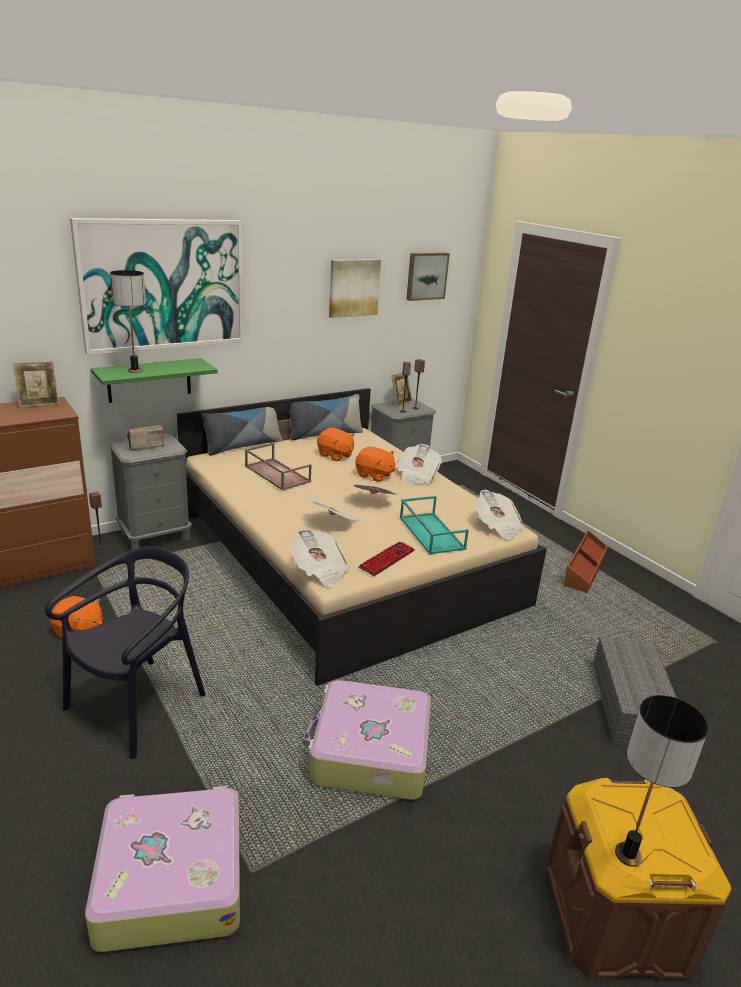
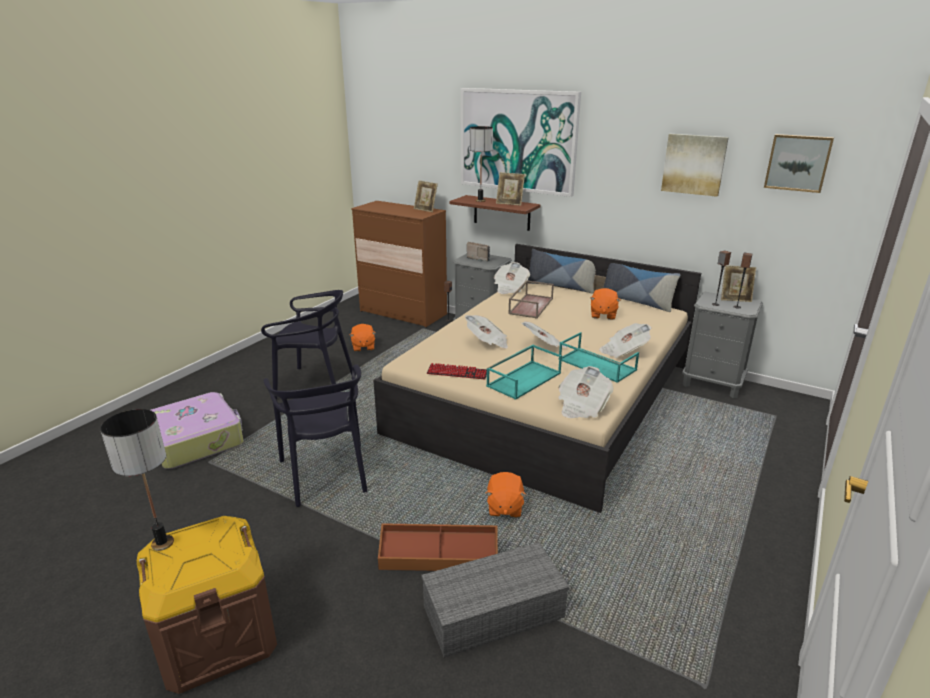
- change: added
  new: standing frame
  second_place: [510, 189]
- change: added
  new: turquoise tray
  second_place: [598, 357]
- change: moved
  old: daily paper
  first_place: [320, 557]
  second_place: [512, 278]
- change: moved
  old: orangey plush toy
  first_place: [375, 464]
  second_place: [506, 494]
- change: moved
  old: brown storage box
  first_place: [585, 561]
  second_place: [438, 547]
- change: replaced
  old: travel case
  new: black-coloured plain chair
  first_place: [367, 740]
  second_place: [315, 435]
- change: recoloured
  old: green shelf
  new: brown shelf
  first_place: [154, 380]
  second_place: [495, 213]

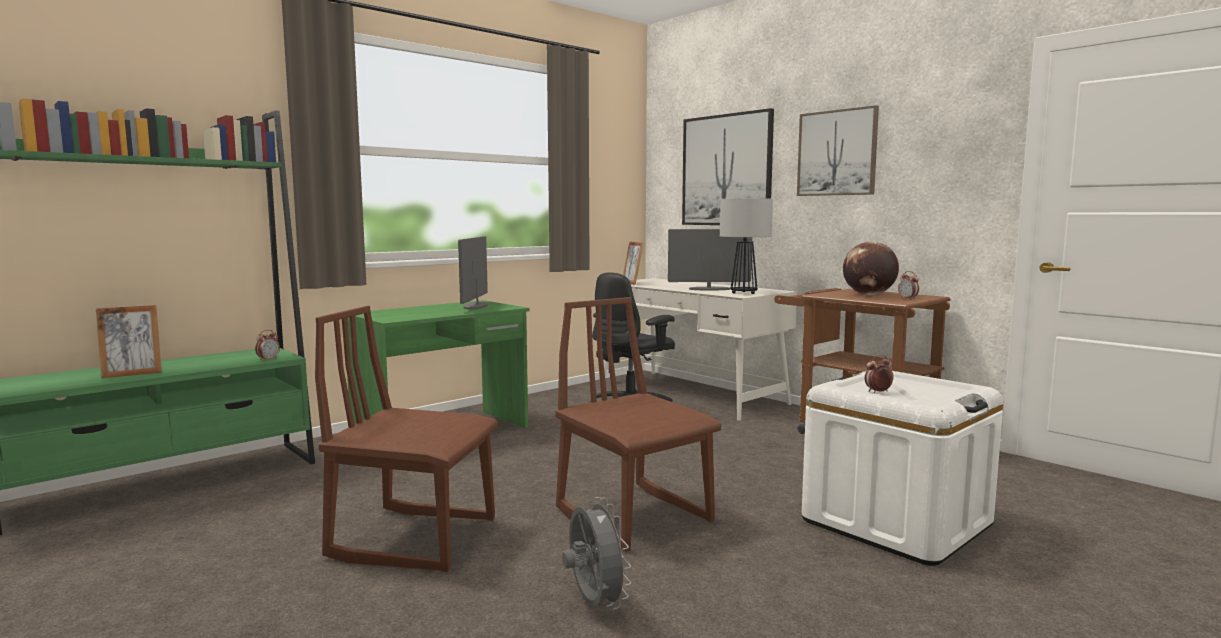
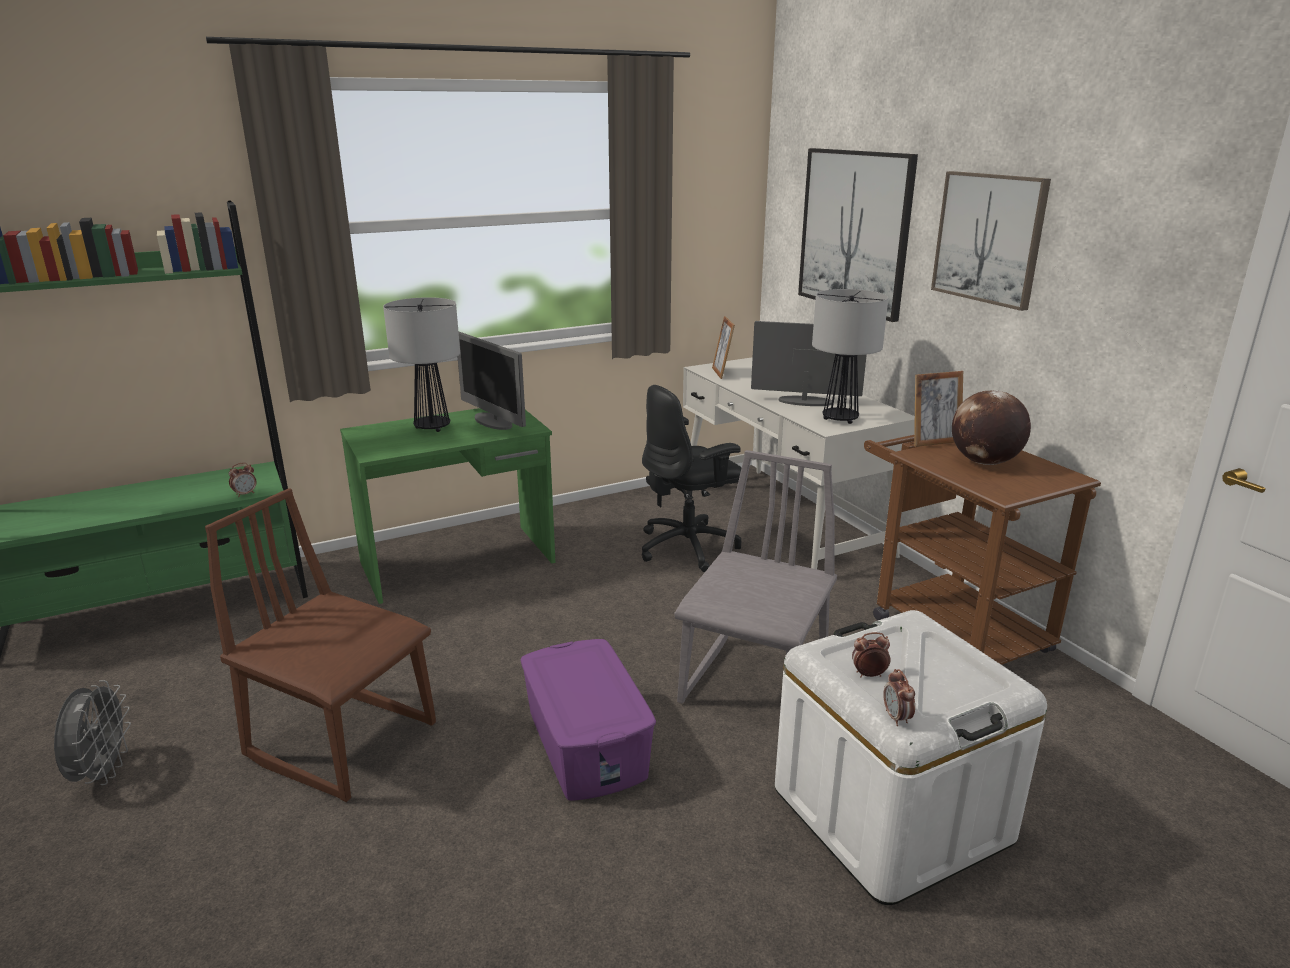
- change: added
  new: table lamp
  second_place: [421, 364]
- change: added
  new: grey plain chair
  second_place: [755, 577]
- change: moved
  old: standing frame
  first_place: [129, 341]
  second_place: [938, 409]
- change: moved
  old: grey fan
  first_place: [596, 553]
  second_place: [92, 732]
- change: moved
  old: bedside clock
  first_place: [908, 285]
  second_place: [899, 697]
- change: replaced
  old: brown plain chair
  new: purple-coloured storage box
  first_place: [638, 424]
  second_place: [588, 720]
- change: turned
  old: computer display
  first_place: [473, 273]
  second_place: [492, 381]
  degrees: -60

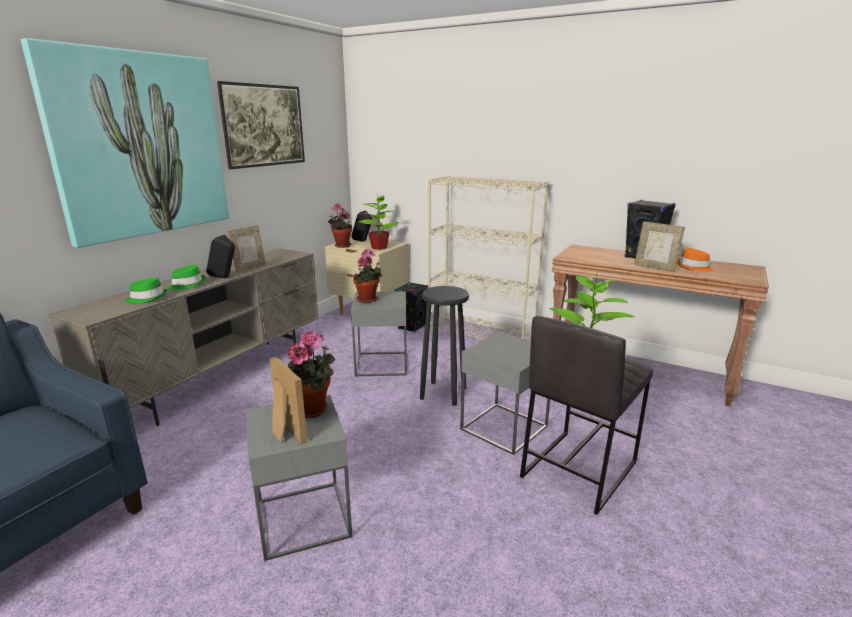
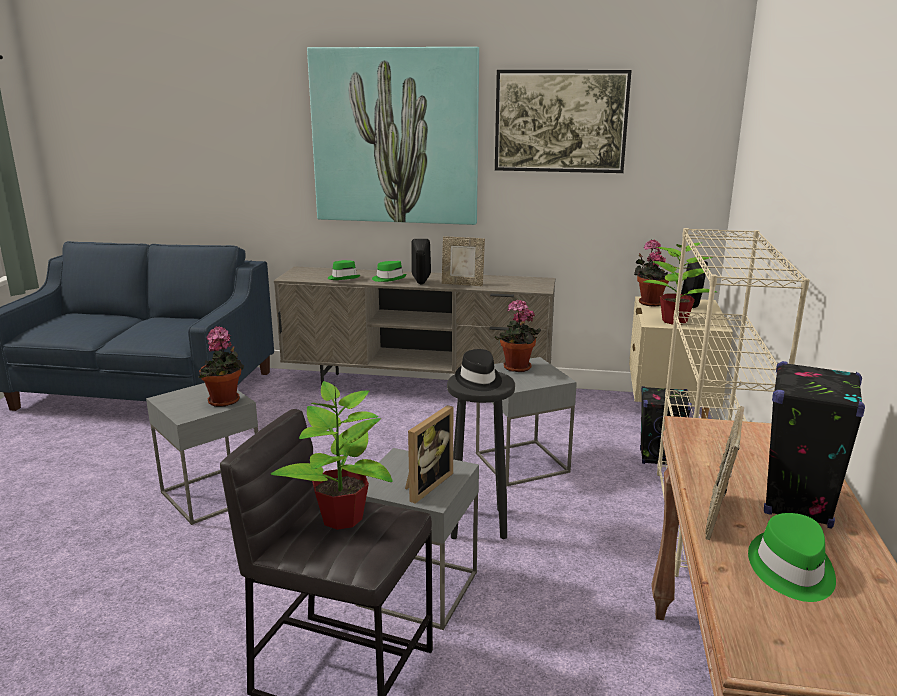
- change: added
  new: black-coloured wearable hat
  second_place: [478, 370]
- change: moved
  old: standing frame
  first_place: [288, 400]
  second_place: [429, 454]
- change: recoloured
  old: orangey wearable hat
  new: green wearable hat
  first_place: [695, 260]
  second_place: [792, 557]

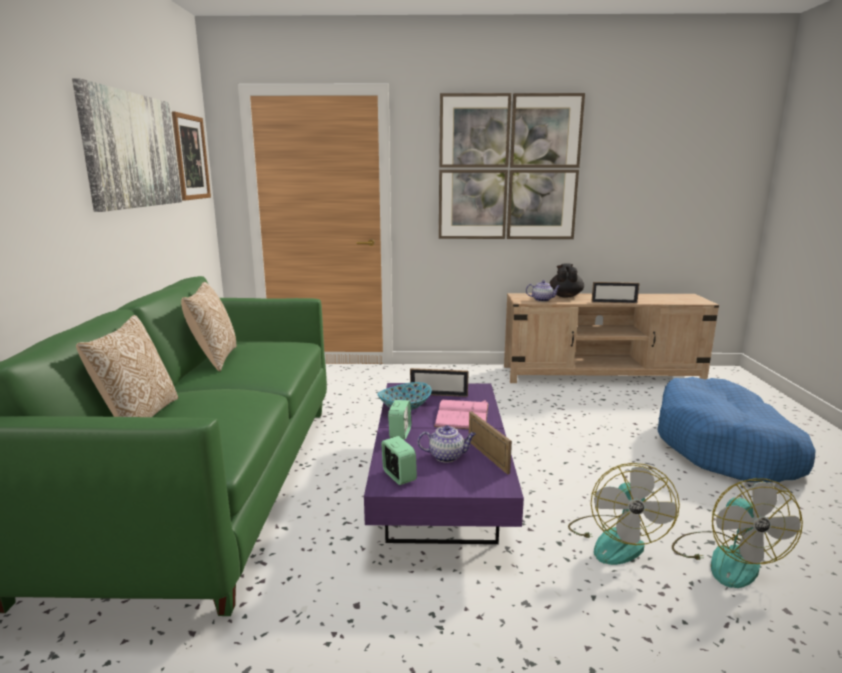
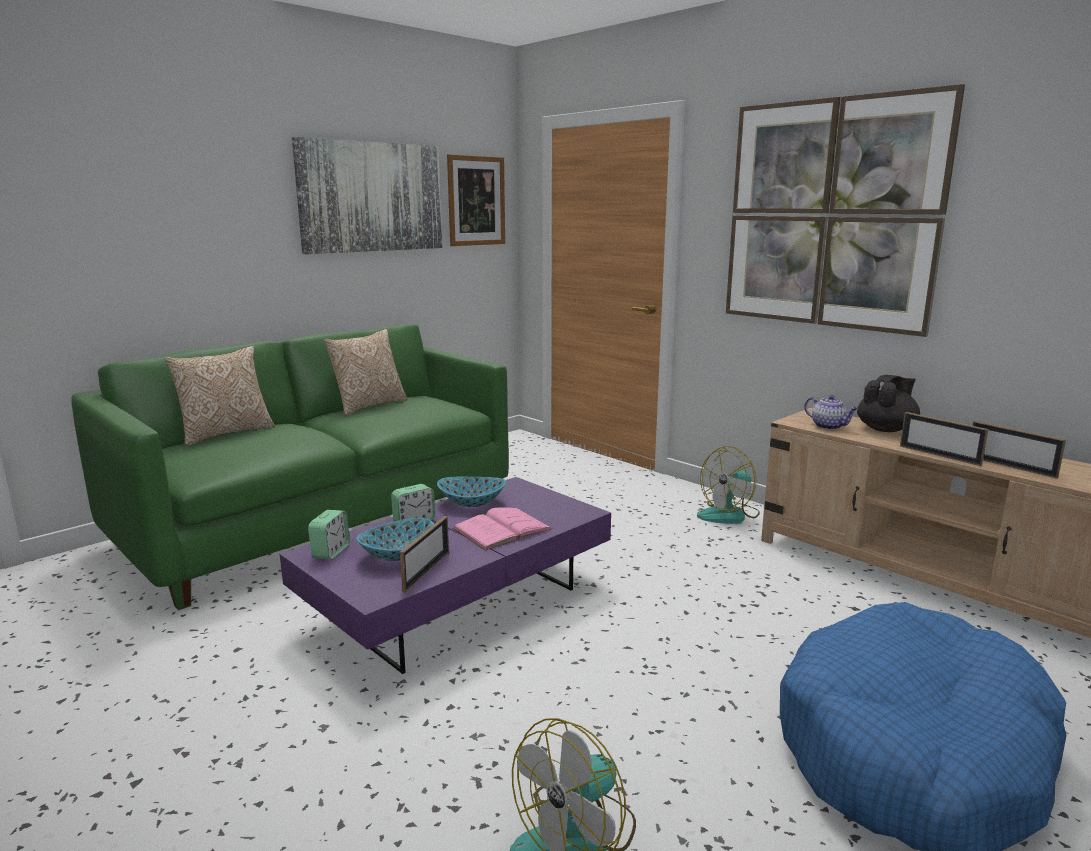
- change: moved
  old: standing frame
  first_place: [439, 382]
  second_place: [1019, 450]
- change: moved
  old: fan
  first_place: [624, 514]
  second_place: [728, 485]
- change: replaced
  old: tea pot
  new: bowl
  first_place: [447, 444]
  second_place: [395, 539]

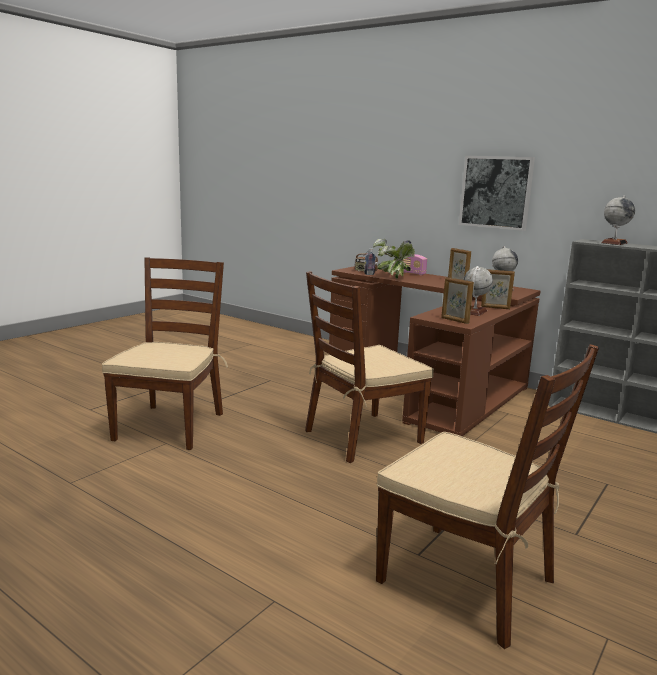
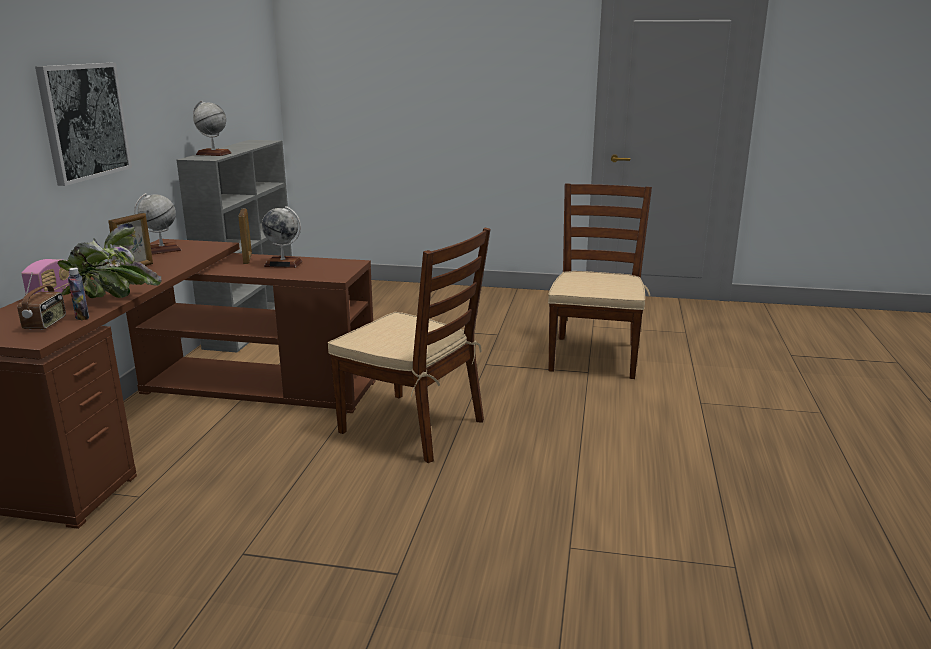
- change: removed
  old: brown plain chair
  first_place: [165, 353]
- change: removed
  old: standing frame
  first_place: [457, 300]

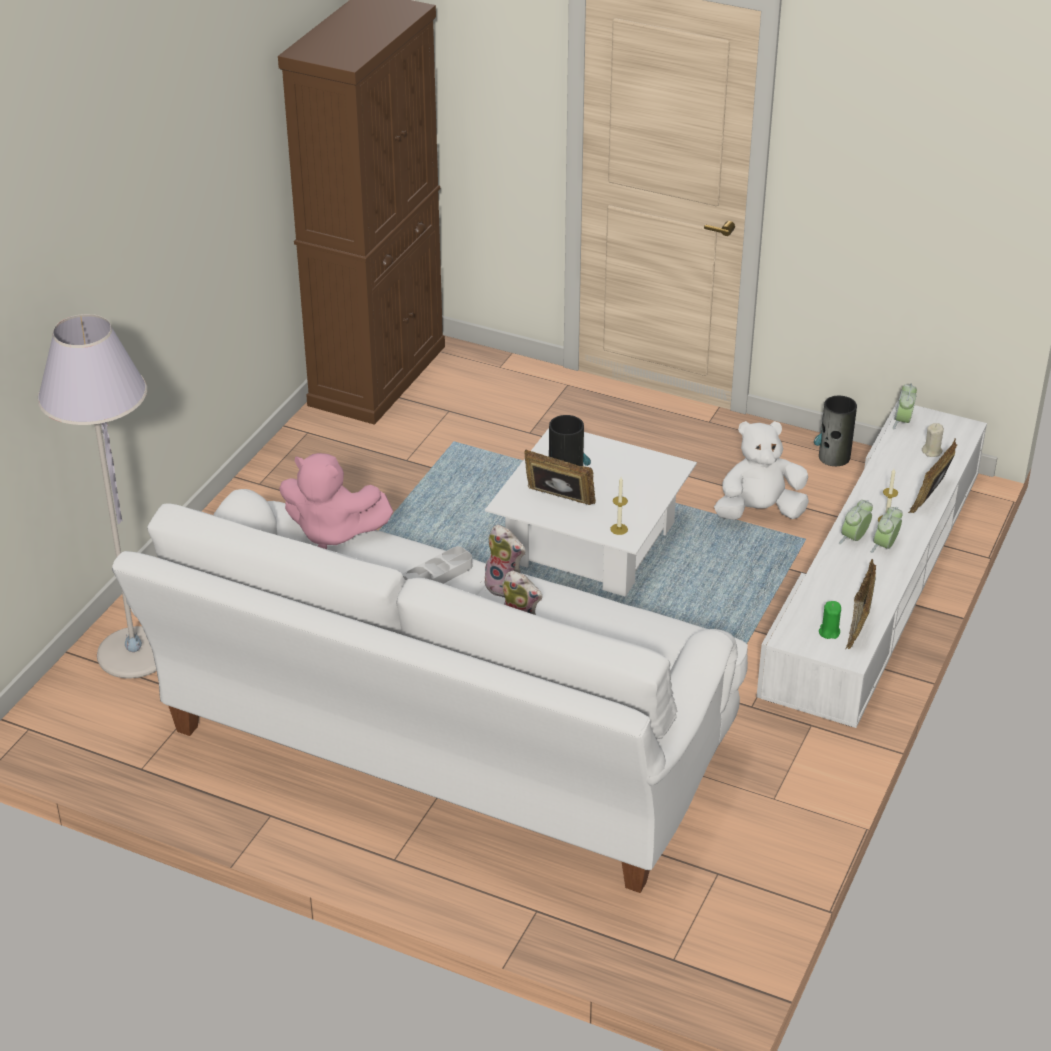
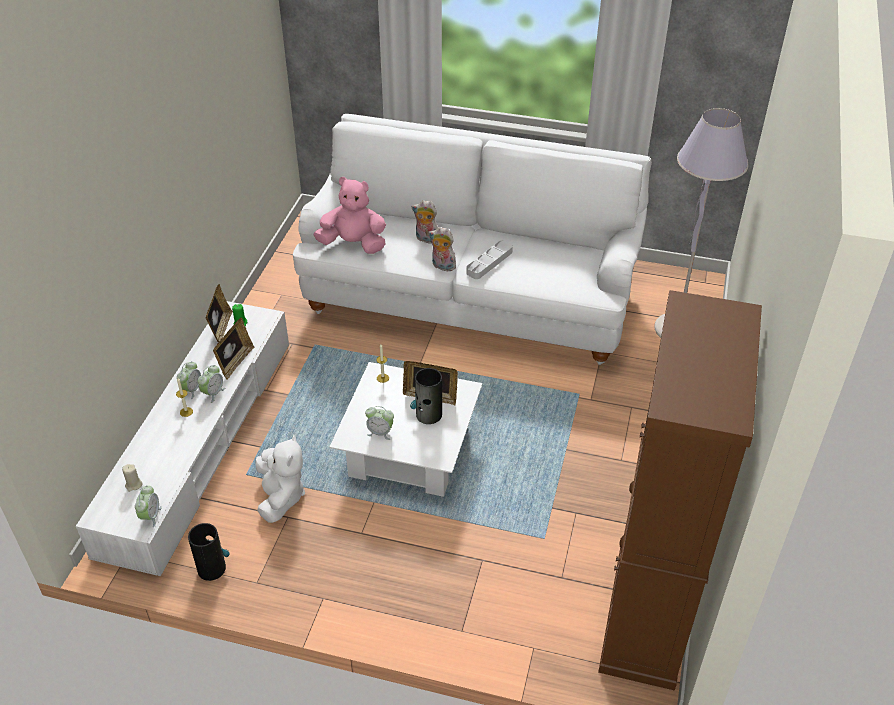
- change: added
  new: bedside clock
  second_place: [379, 423]
- change: moved
  old: pinkish plush toy
  first_place: [336, 501]
  second_place: [349, 215]
- change: moved
  old: standing frame
  first_place: [932, 475]
  second_place: [233, 348]
- change: turned
  old: whitish plush toy
  first_place: [761, 470]
  second_place: [280, 479]
  degrees: -75

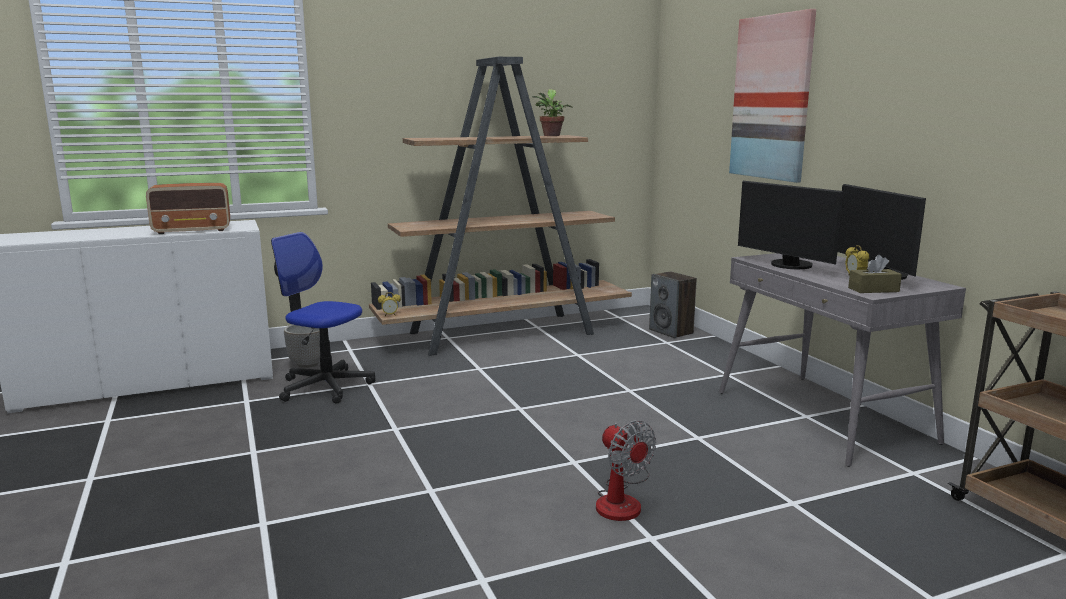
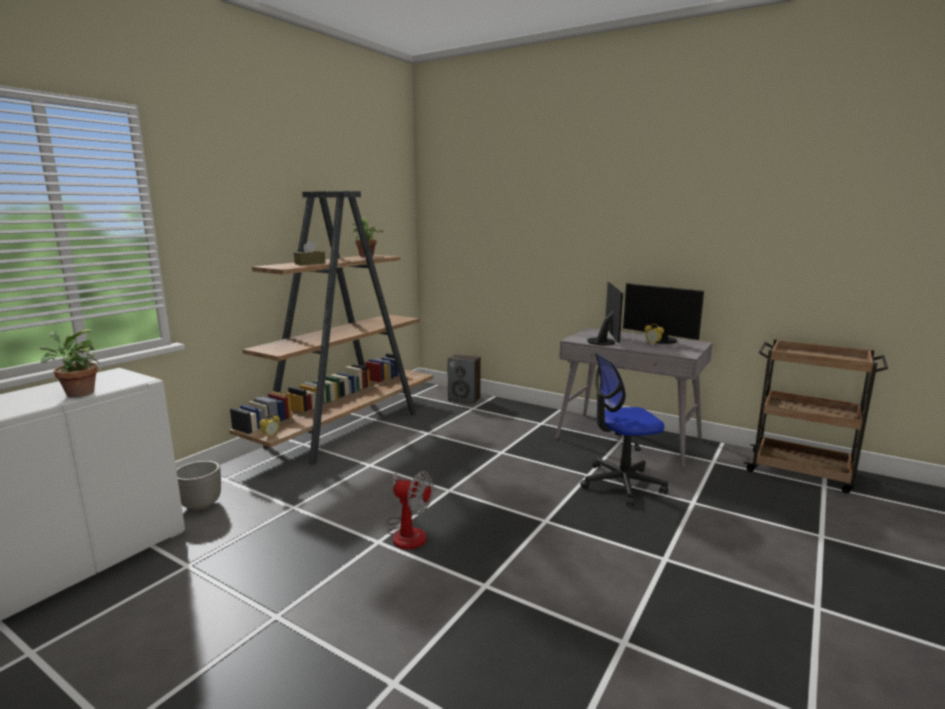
- change: removed
  old: wall art
  first_place: [772, 96]
- change: moved
  old: computer chair
  first_place: [323, 318]
  second_place: [624, 429]
- change: moved
  old: fan
  first_place: [626, 470]
  second_place: [410, 510]
- change: moved
  old: brown box of tissues
  first_place: [875, 274]
  second_place: [309, 253]
- change: replaced
  old: radio set
  new: plant in a pot
  first_place: [188, 208]
  second_place: [69, 363]
- change: turned
  old: computer display
  first_place: [791, 225]
  second_place: [605, 313]
  degrees: -105

